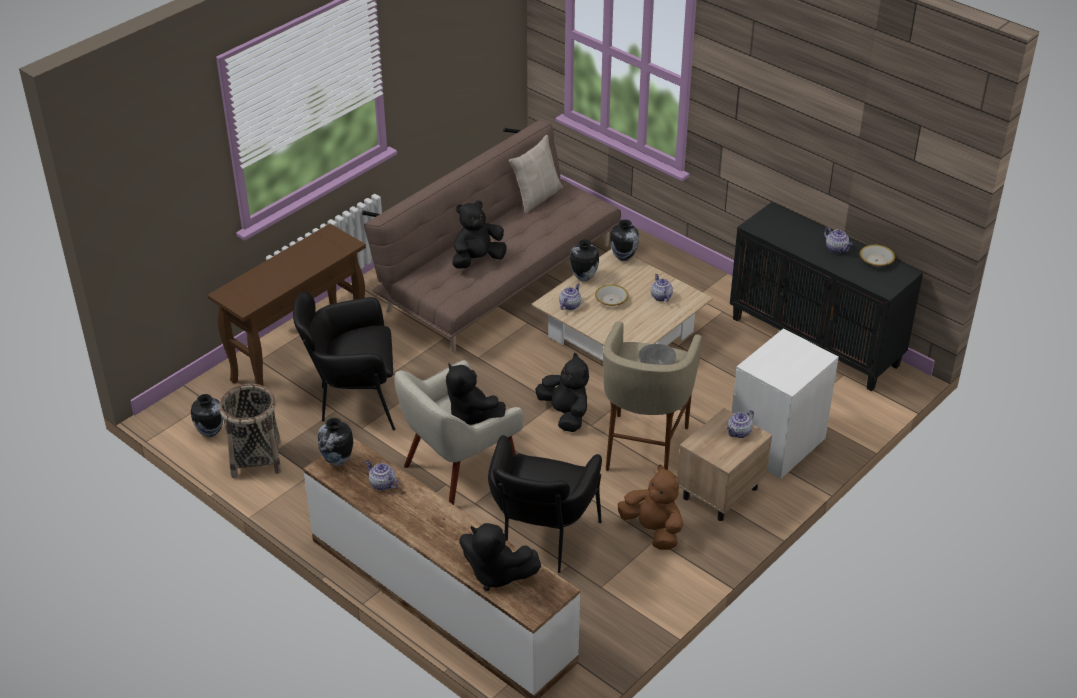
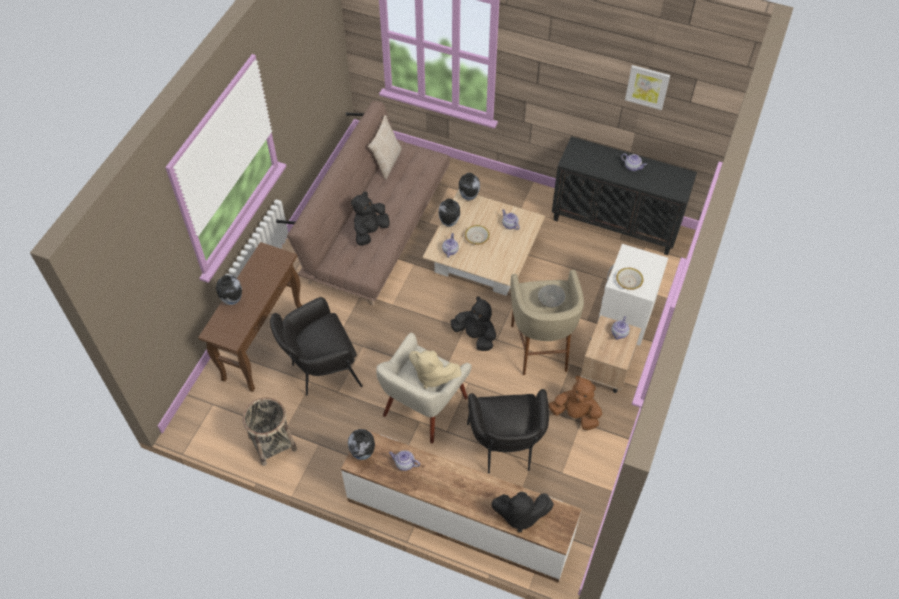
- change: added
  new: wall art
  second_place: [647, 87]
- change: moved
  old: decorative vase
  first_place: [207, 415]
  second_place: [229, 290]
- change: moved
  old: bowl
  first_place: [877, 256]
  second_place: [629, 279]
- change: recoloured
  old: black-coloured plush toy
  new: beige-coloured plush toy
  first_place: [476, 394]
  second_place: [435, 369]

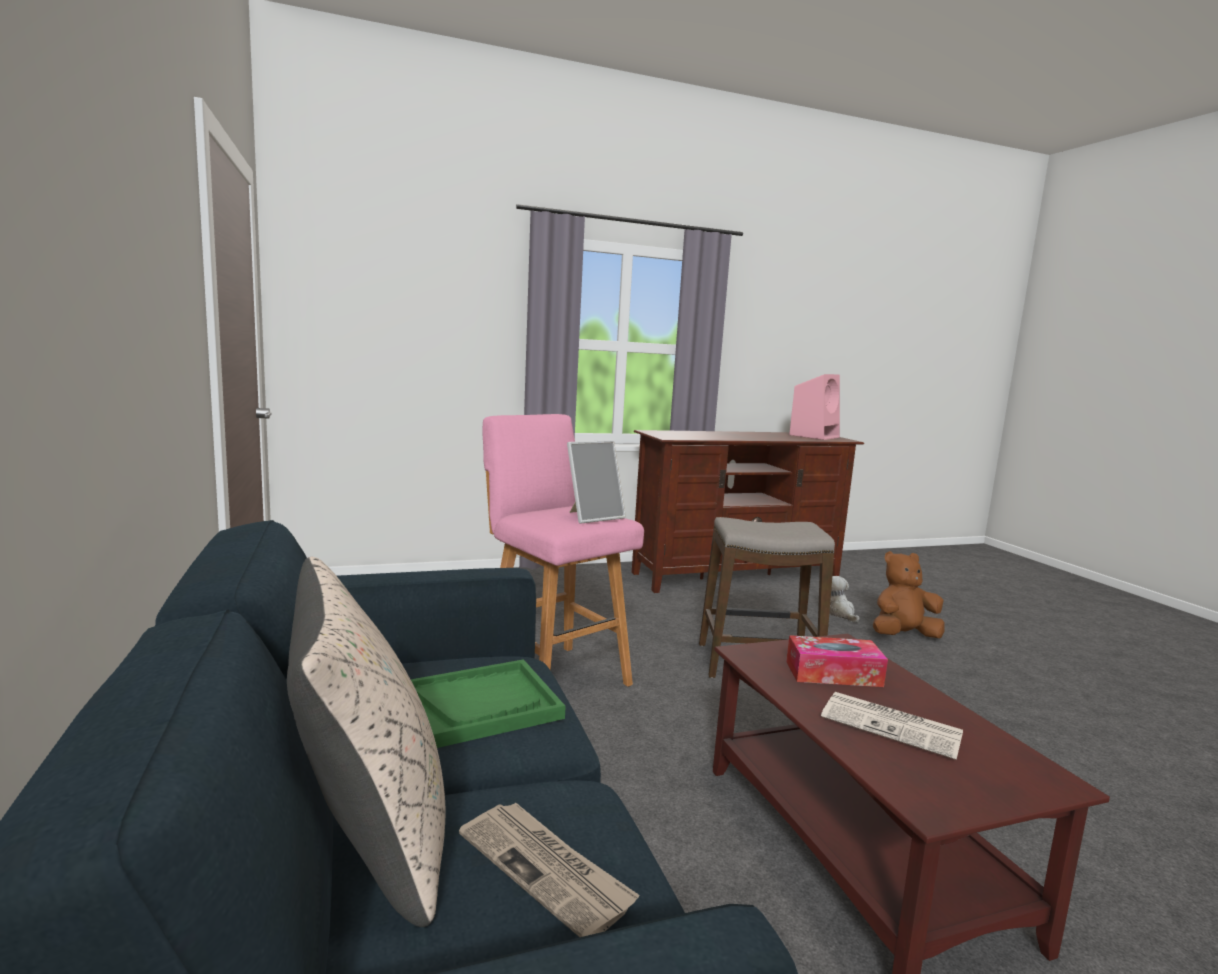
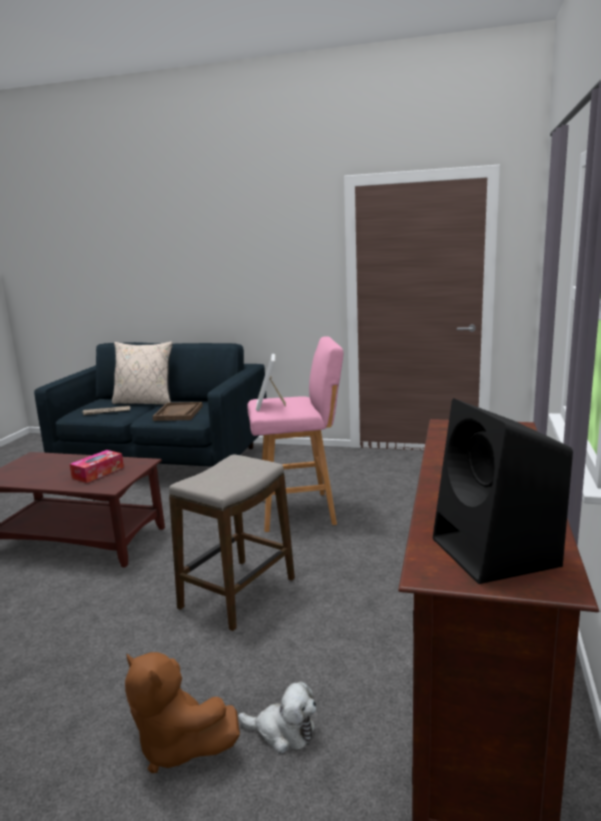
- change: removed
  old: daily paper
  first_place: [892, 726]
- change: recoloured
  old: green tray
  new: brown tray
  first_place: [488, 703]
  second_place: [178, 411]
- change: recoloured
  old: pinkish speaker
  new: black-coloured speaker
  first_place: [814, 407]
  second_place: [503, 491]
- change: turned
  old: brown plush toy
  first_place: [909, 594]
  second_place: [182, 712]
  degrees: 105

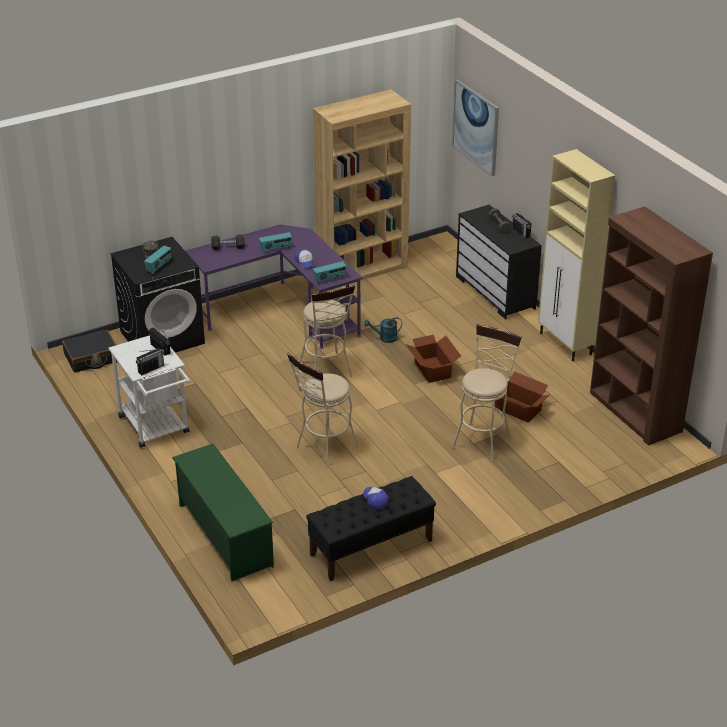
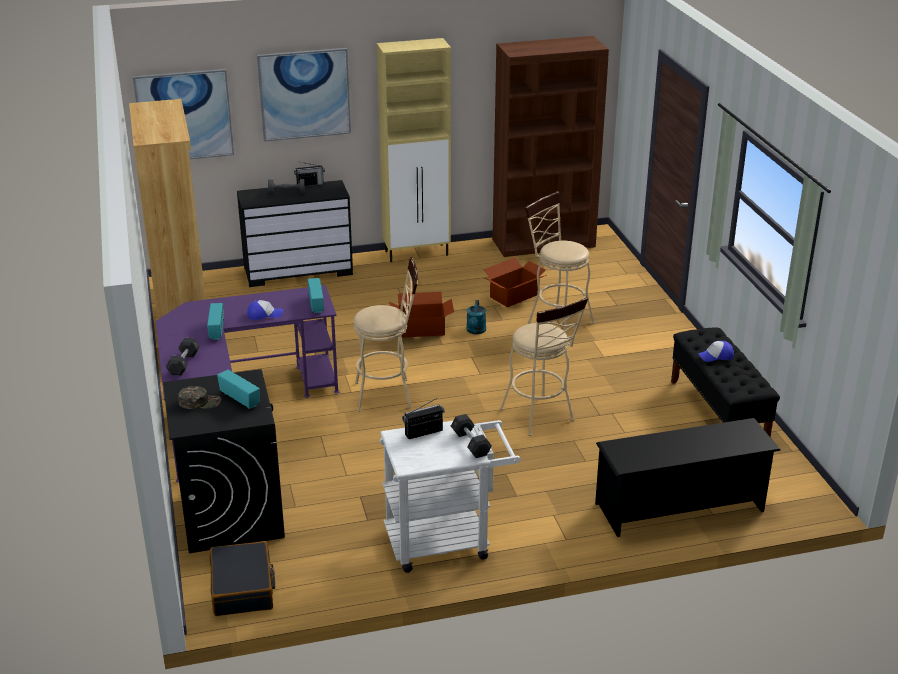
- change: added
  new: wall art
  second_place: [304, 95]
- change: moved
  old: turquoise watering pot
  first_place: [383, 330]
  second_place: [476, 317]
- change: replaced
  old: radio set
  new: grey hand weight
  first_place: [150, 362]
  second_place: [471, 436]
- change: recoloured
  old: green shoe rack
  new: black-coloured shoe rack
  first_place: [223, 512]
  second_place: [688, 477]

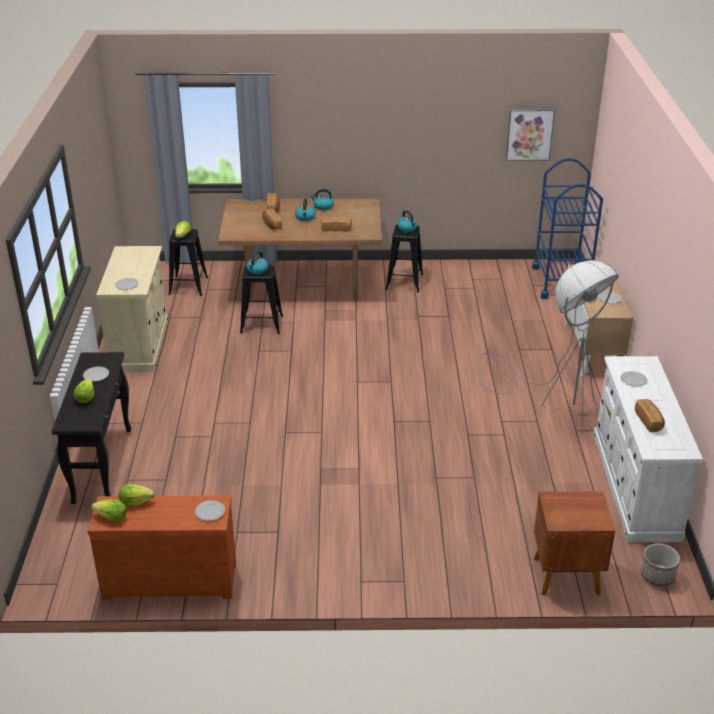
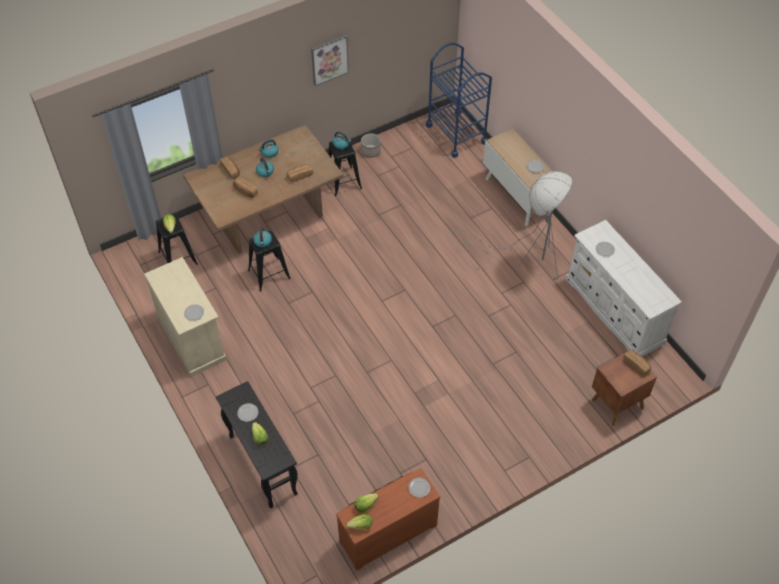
- change: moved
  old: wall art
  first_place: [530, 135]
  second_place: [330, 60]
- change: moved
  old: bakery bread
  first_place: [650, 415]
  second_place: [637, 363]
- change: moved
  old: flower pot
  first_place: [660, 565]
  second_place: [371, 145]

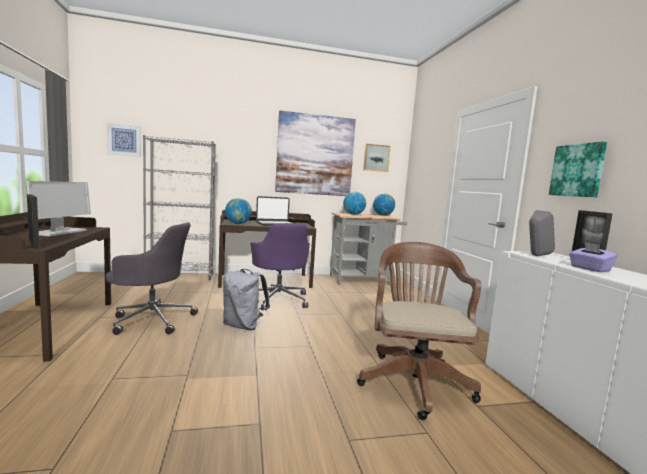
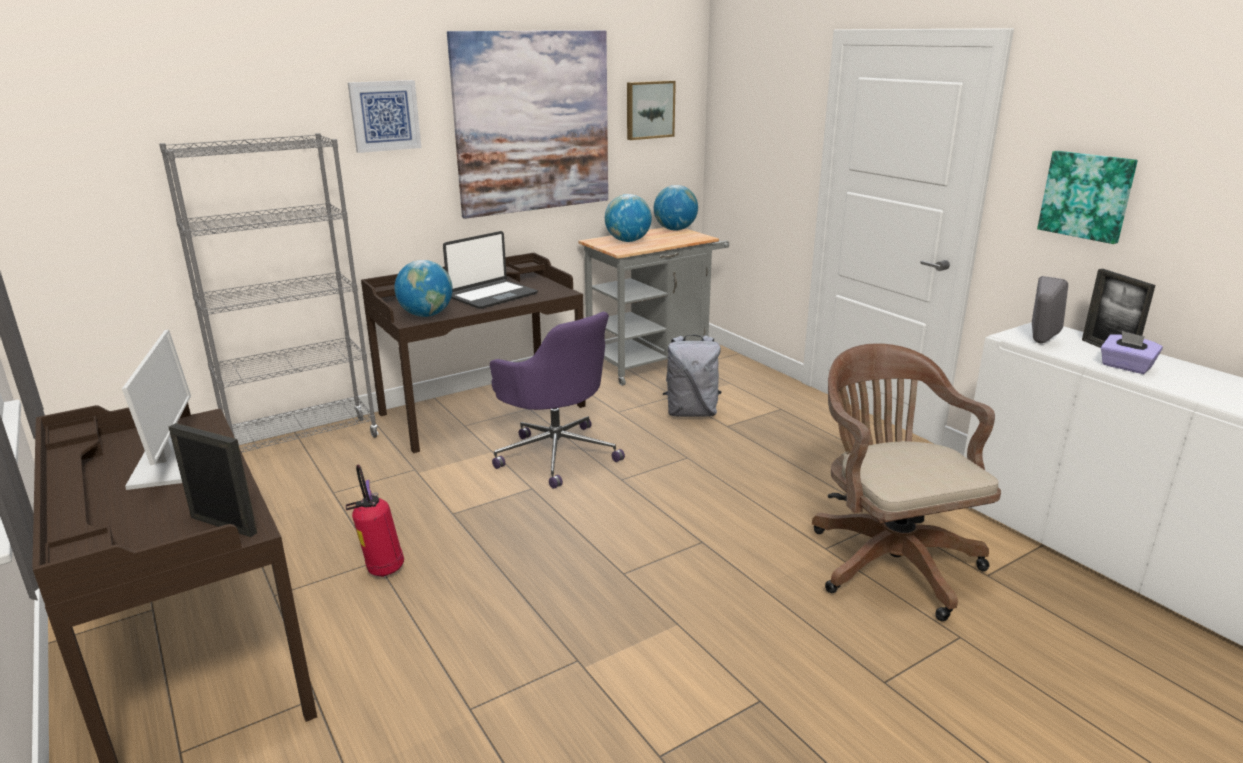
- change: moved
  old: wall art
  first_place: [124, 140]
  second_place: [384, 116]
- change: moved
  old: grey backpack
  first_place: [246, 299]
  second_place: [692, 376]
- change: replaced
  old: grey computer chair
  new: fire extinguisher
  first_place: [152, 278]
  second_place: [375, 521]

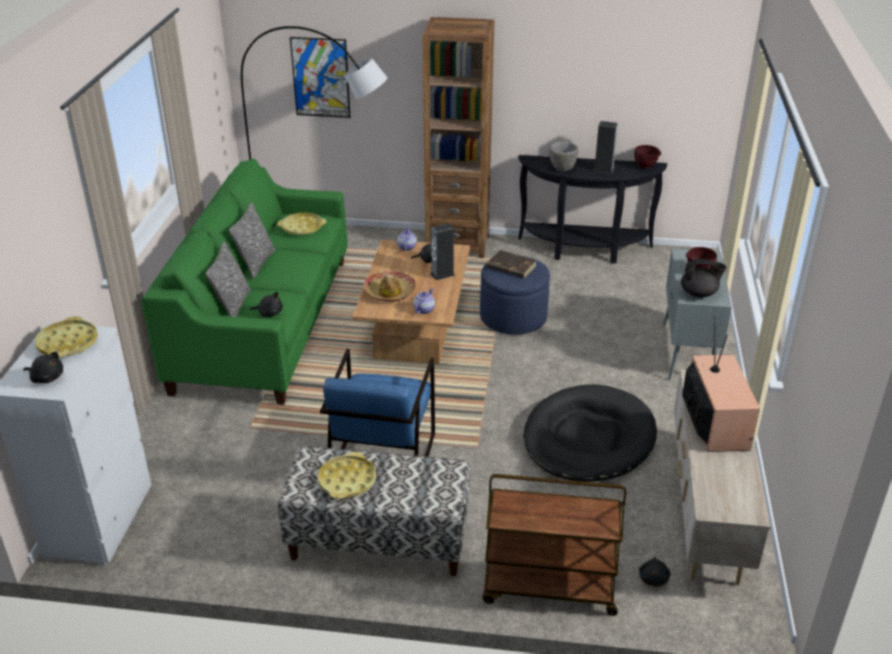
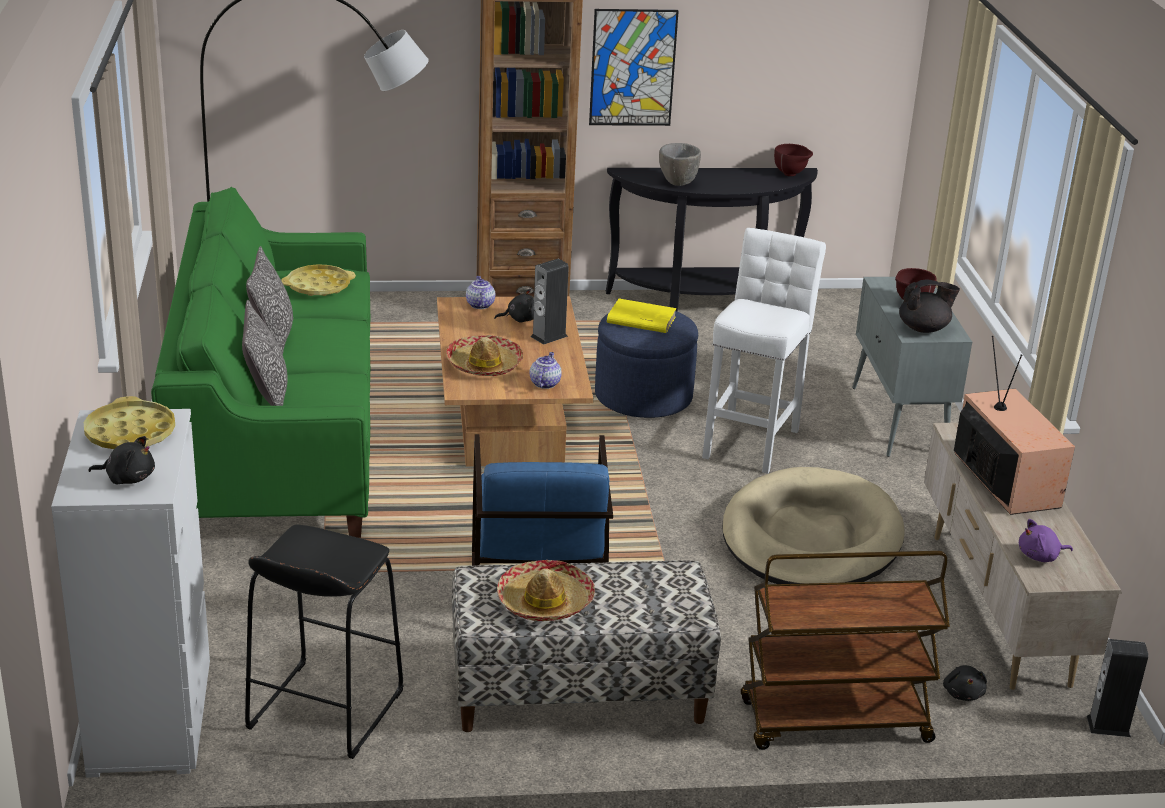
- change: removed
  old: black-coloured plush toy
  first_place: [266, 304]
- change: added
  new: black-coloured stool seat
  second_place: [324, 642]
- change: added
  new: whitish stool seat
  second_place: [764, 351]
- change: added
  new: purple-coloured plush toy
  second_place: [1046, 540]
- change: moved
  old: wall art
  first_place: [320, 77]
  second_place: [634, 67]
- change: moved
  old: speaker
  first_place: [605, 147]
  second_place: [1117, 688]
- change: replaced
  old: yellow tray
  new: wearable hat
  first_place: [347, 475]
  second_place: [546, 590]
- change: recoloured
  old: brown book
  new: yellow book
  first_place: [511, 264]
  second_place: [642, 316]
- change: recoloured
  old: black-coloured dog bed
  new: beige-coloured dog bed
  first_place: [590, 433]
  second_place: [813, 525]

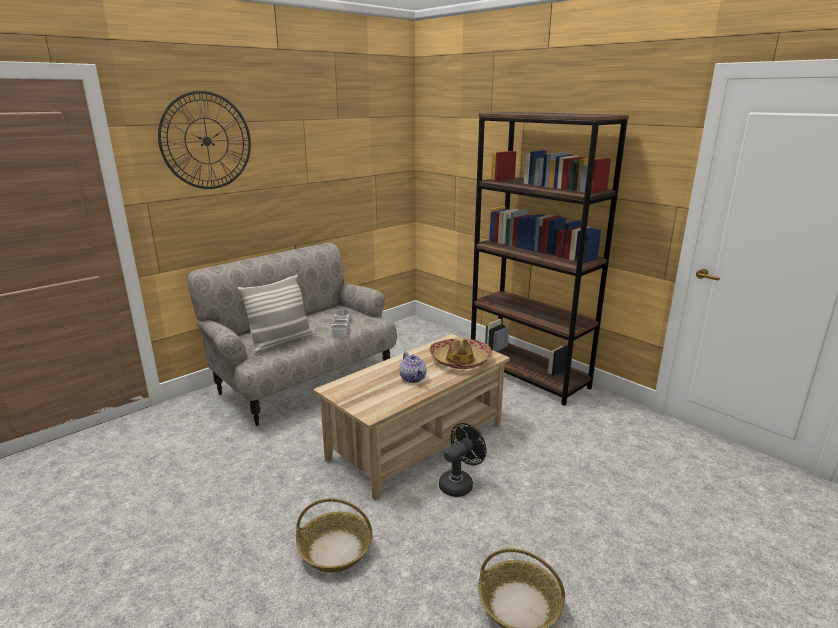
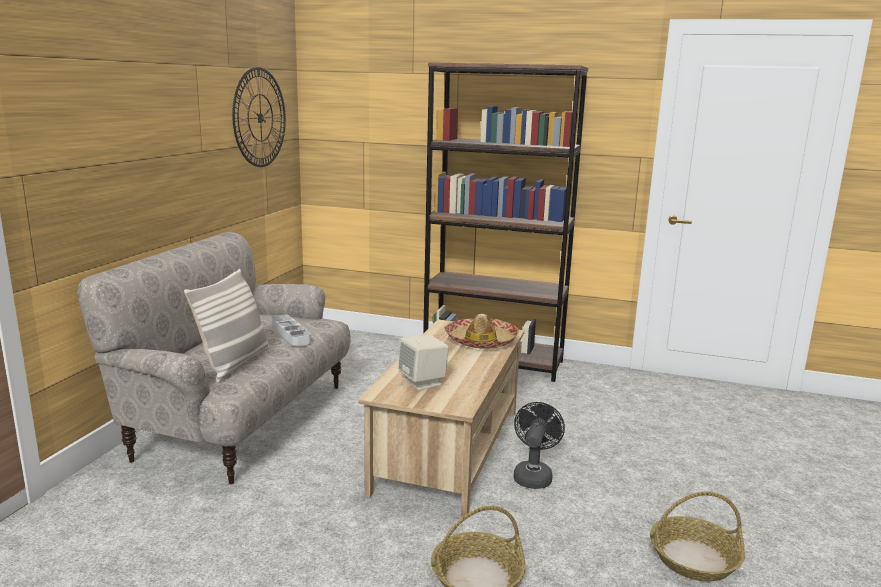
- change: removed
  old: tea pot
  first_place: [413, 367]
- change: added
  new: beige-coloured speaker
  second_place: [423, 363]
- change: moved
  old: hanging clock
  first_place: [204, 140]
  second_place: [259, 117]

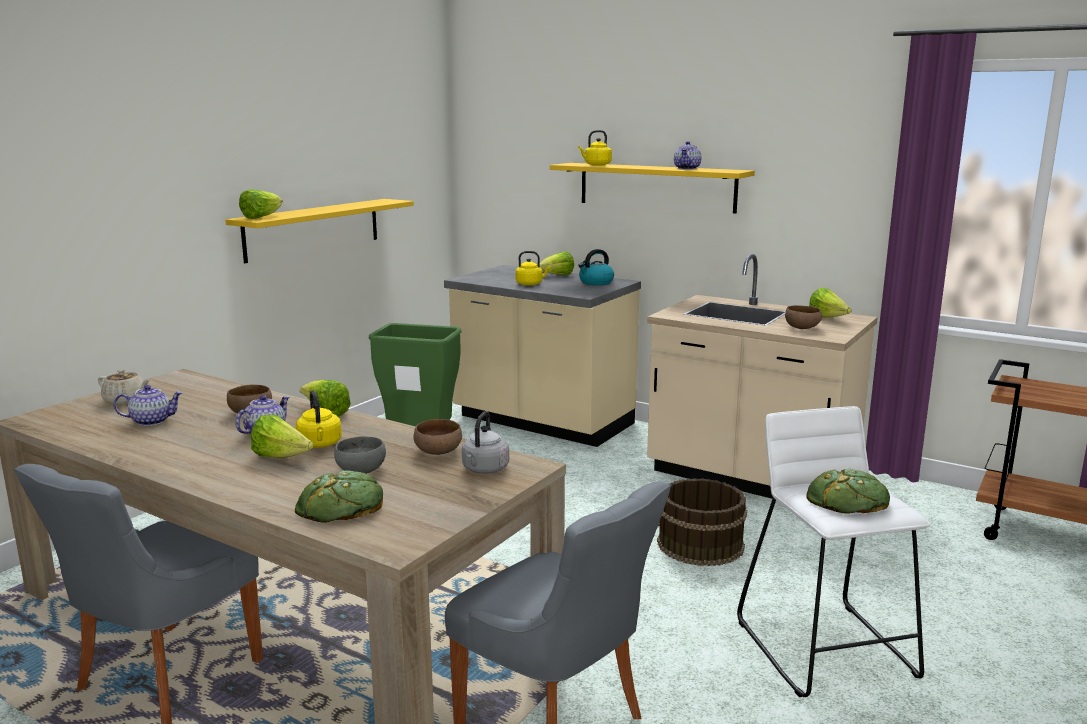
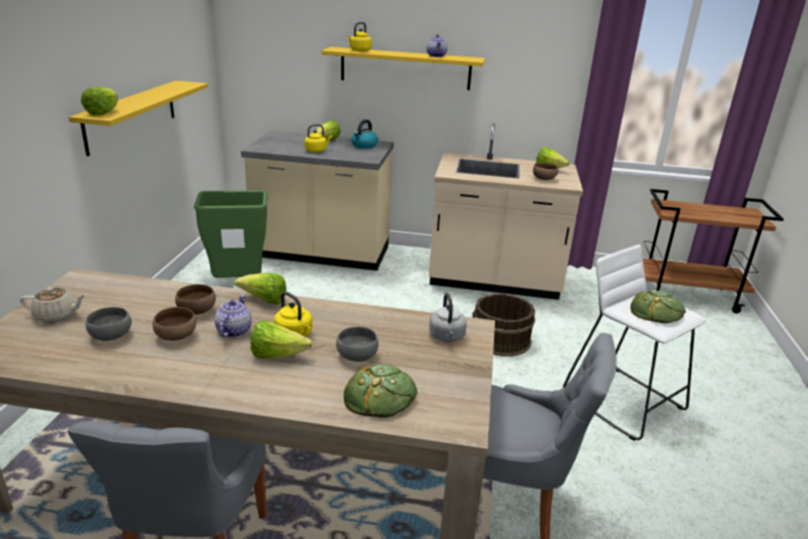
- change: moved
  old: brown bowl
  first_place: [438, 437]
  second_place: [174, 324]
- change: replaced
  old: tea pot
  new: grey bowl
  first_place: [148, 405]
  second_place: [109, 324]

